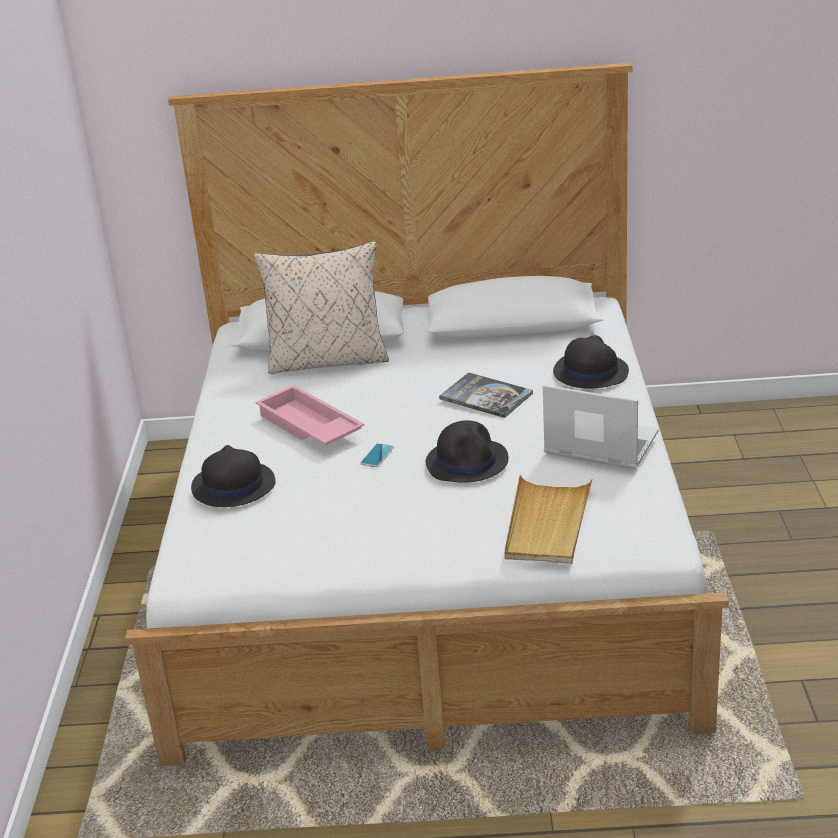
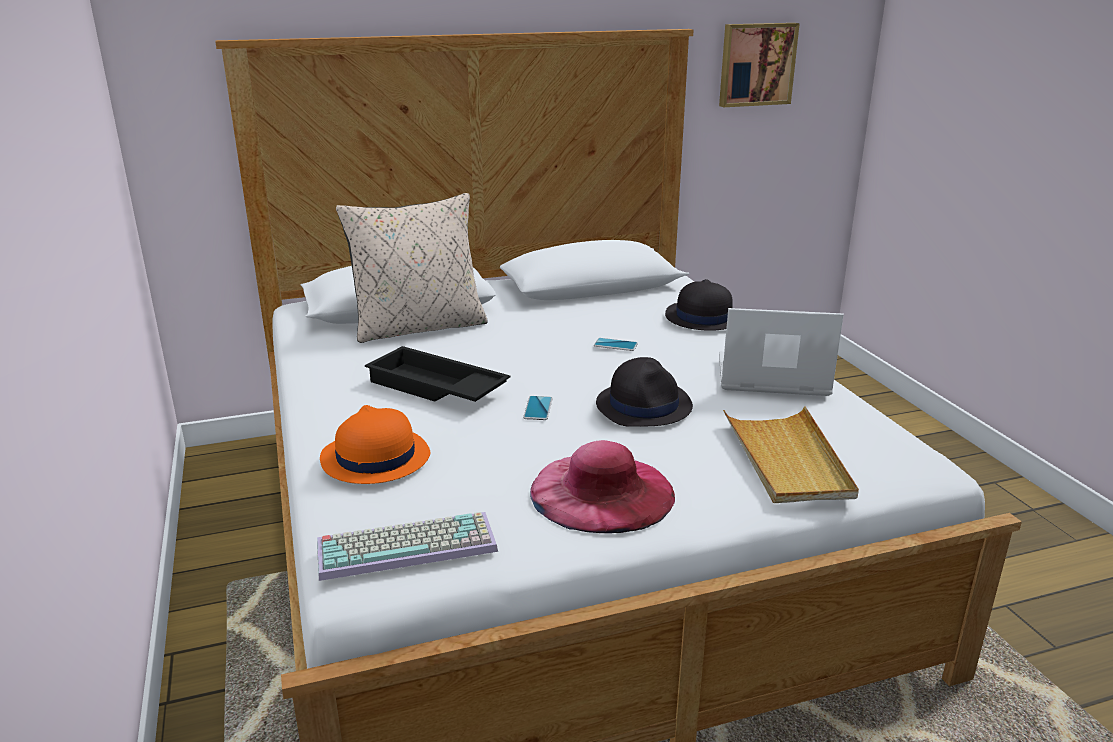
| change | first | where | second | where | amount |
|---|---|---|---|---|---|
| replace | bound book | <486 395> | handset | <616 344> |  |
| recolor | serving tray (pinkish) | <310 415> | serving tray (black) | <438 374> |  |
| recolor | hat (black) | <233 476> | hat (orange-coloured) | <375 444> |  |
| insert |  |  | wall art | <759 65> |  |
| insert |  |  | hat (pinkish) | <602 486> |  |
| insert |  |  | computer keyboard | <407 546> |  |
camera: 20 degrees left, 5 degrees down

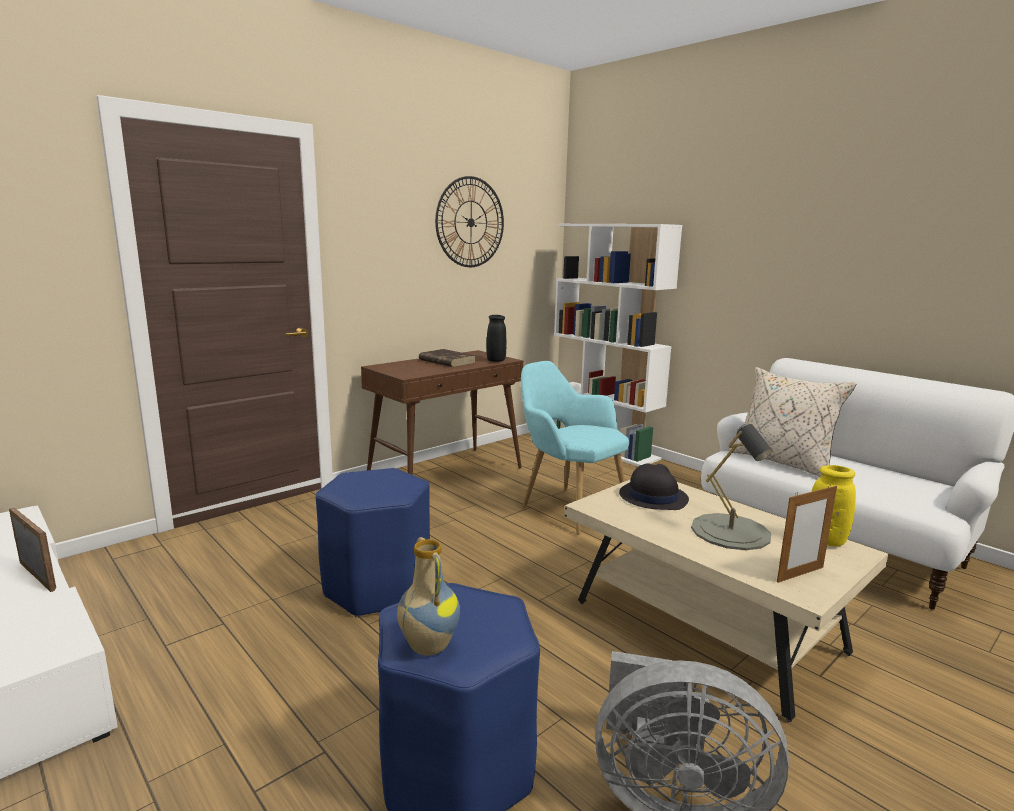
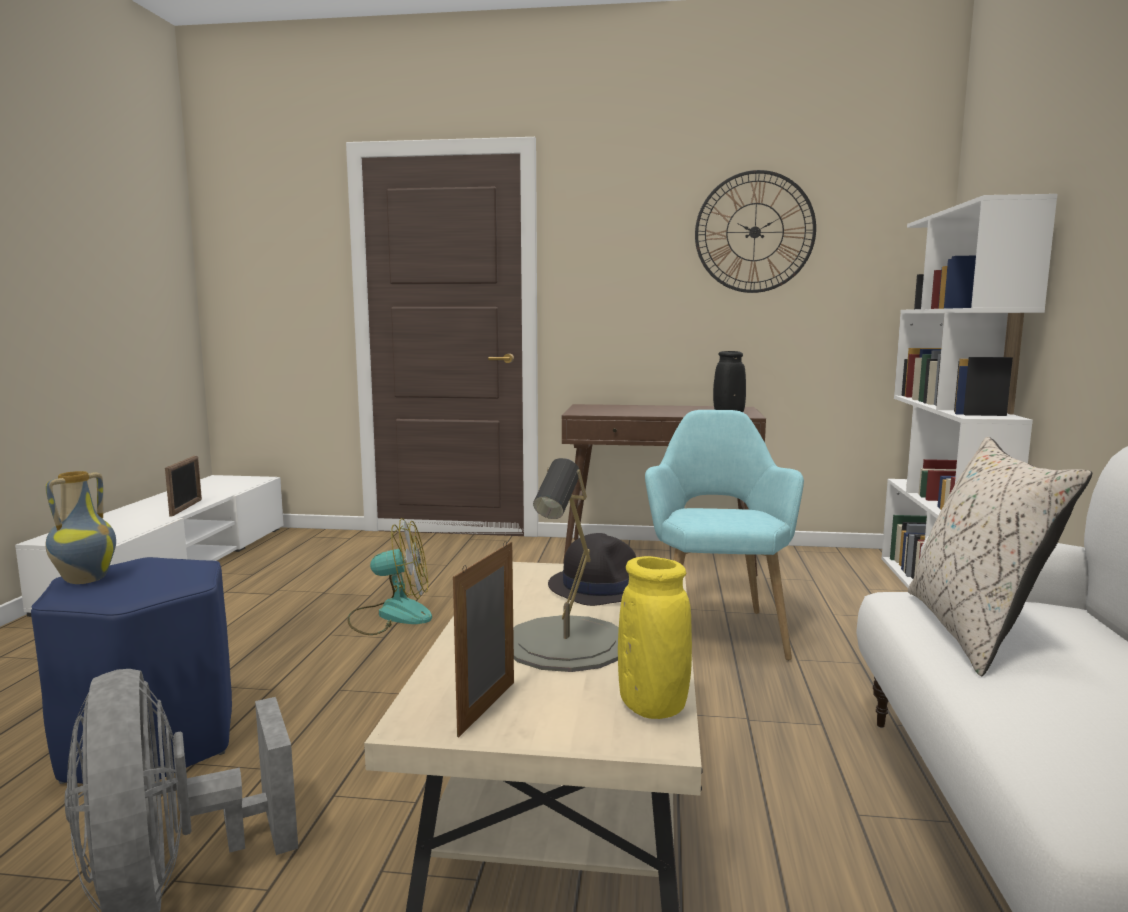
| change | first | where | second | where | amount |
|---|---|---|---|---|---|
| delete | bound book (brown-coloured) | <447 358> |  |  |  |
| replace | sitting stool (blue-coloured) | <373 543> | cooling fan | <389 576> |  |
| rotate | picture frame | <807 533> |  | <483 639> | 90 degrees clockwise |
camera: 50 degrees right, 5 degrees down

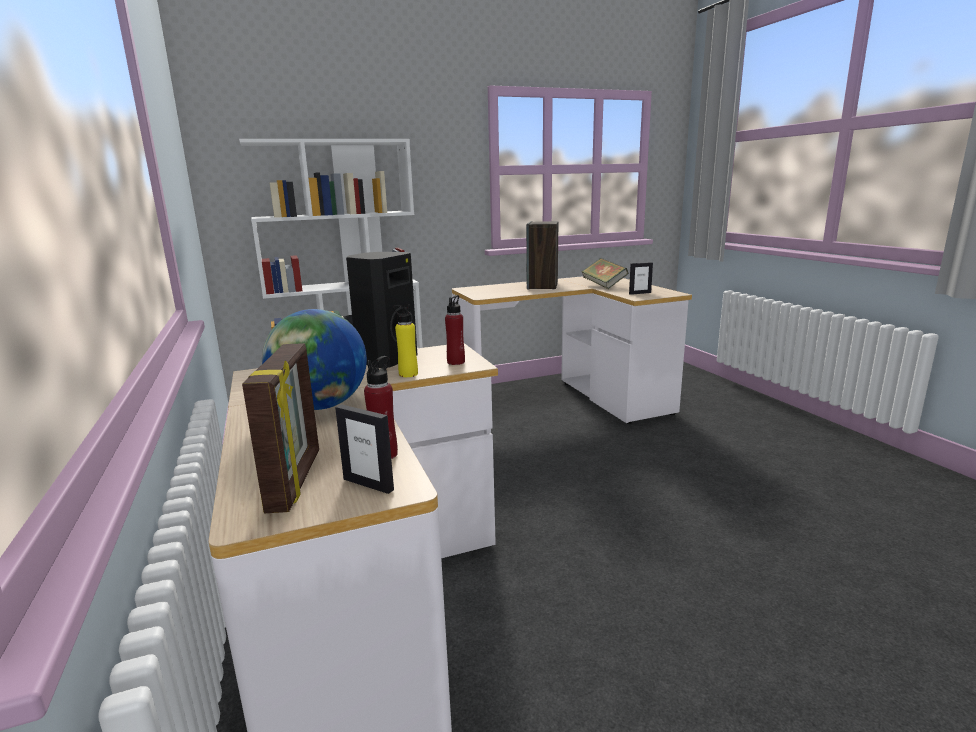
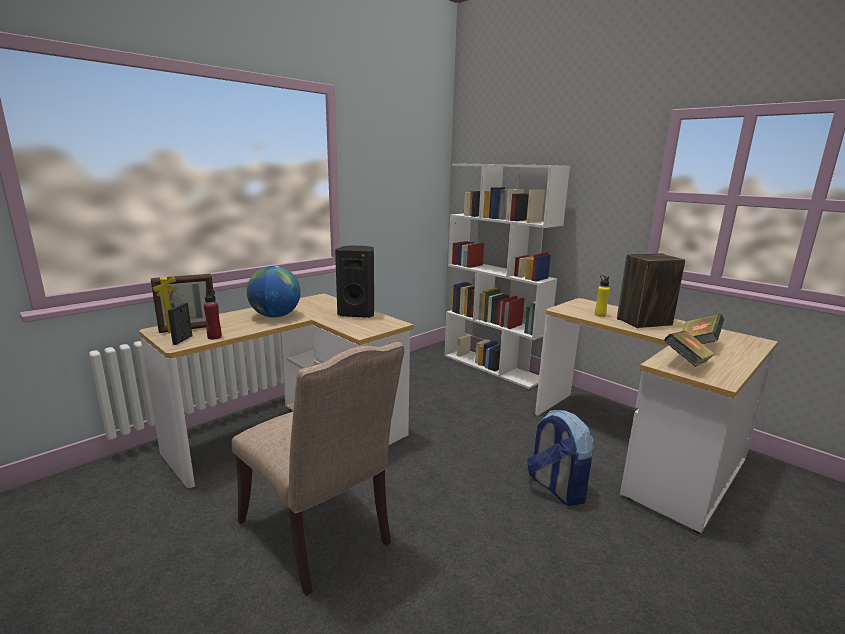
| change | first | where | second | where | amount |
|---|---|---|---|---|---|
| replace | picture frame | <641 278> | bound book | <689 349> |  |
| delete | drink bottle (red) | <455 330> |  |  |  |
| move | drink bottle (yellow) | <405 341> |  | <602 296> |  |
| insert |  |  | chair (beige) | <318 469> |  |
| insert |  |  | rucksack | <560 458> |  |
camera: 65 degrees right, 0 degrees up

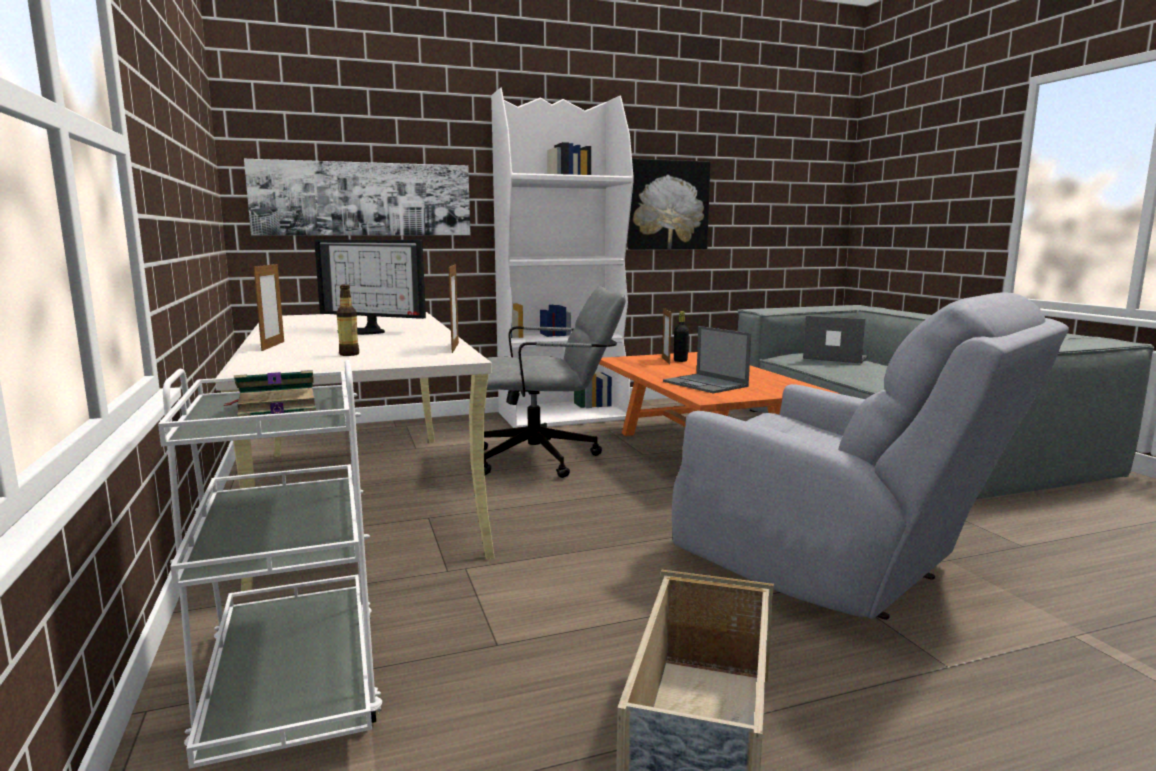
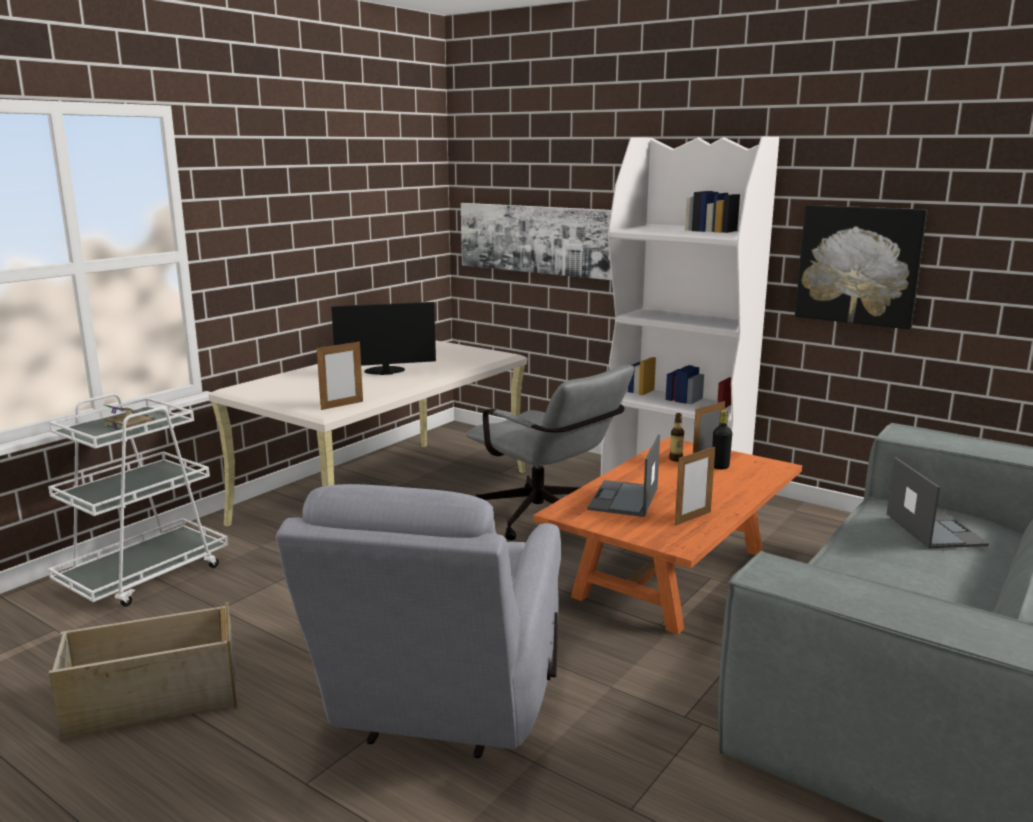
| change | first | where | second | where | amount |
|---|---|---|---|---|---|
| rotate | monitor | <370 287> |  | <383 338> | 90 degrees clockwise |
| move | picture frame | <269 306> |  | <695 486> |  |
| move | drink bottle | <347 320> |  | <676 437> |  |
camera: 55 degrees right, 5 degrees up

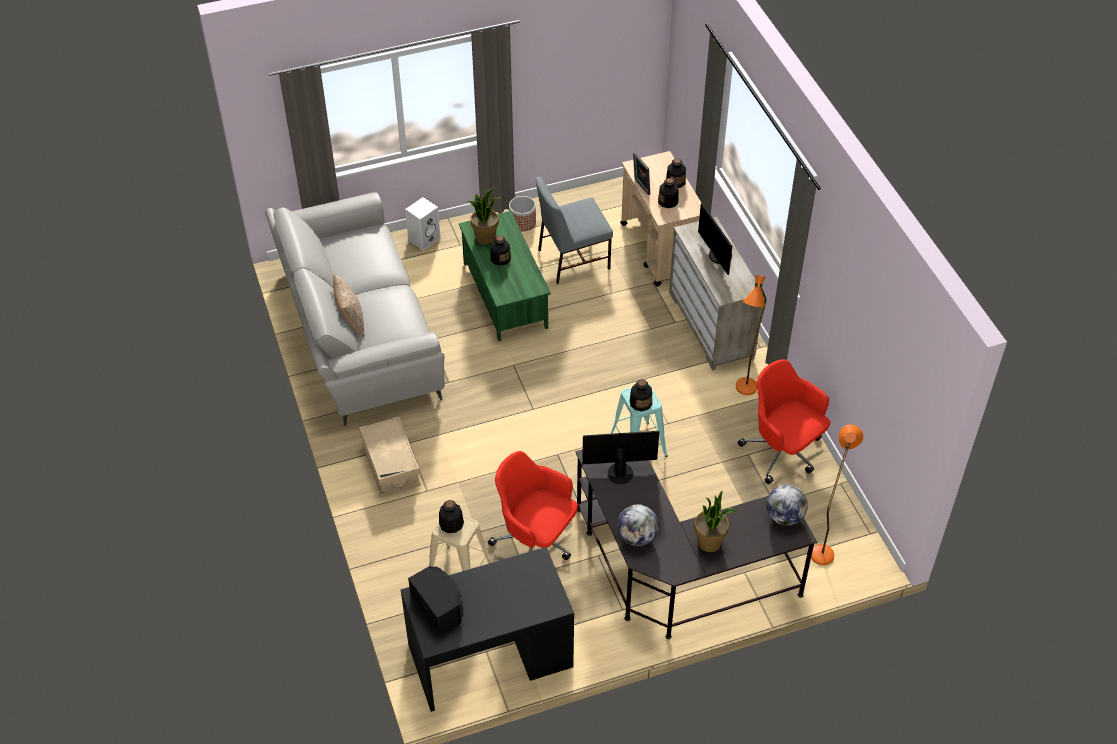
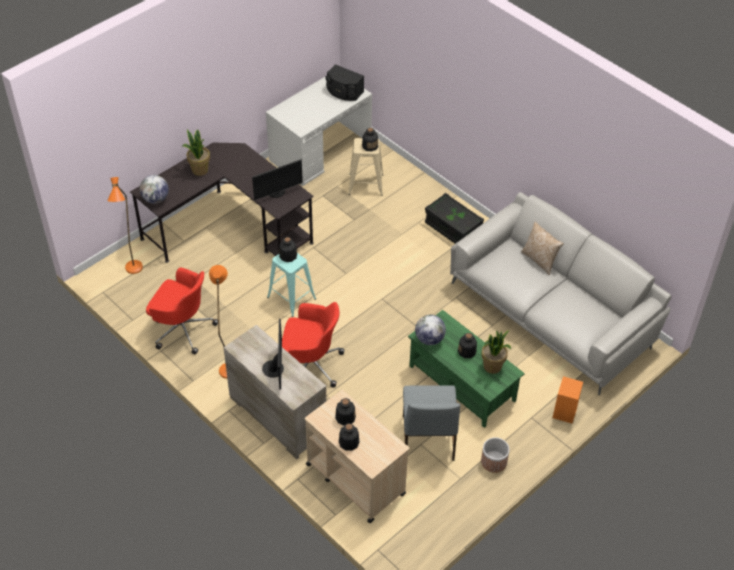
| change | first | where | second | where | amount |
|---|---|---|---|---|---|
| delete | picture frame | <641 174> |  |  |  |
| rotate | chair (grey) | <574 230> |  | <431 423> | 135 degrees clockwise |
| recolor | speaker (white) | <423 224> | speaker (orange-coloured) | <568 399> |  |
| rotate | monitor | <715 239> |  | <273 353> | 45 degrees clockwise |
| recolor | storage container (beige) | <389 456> | storage container (black) | <454 218> |  |
| move | office chair (red) | <533 505> |  | <313 345> |  |
| move | desk globe | <638 525> |  | <430 330> |  |
| recolor | desk (black) | <487 629> | desk (white) | <319 131> |  |
camera: 155 degrees right, 0 degrees up

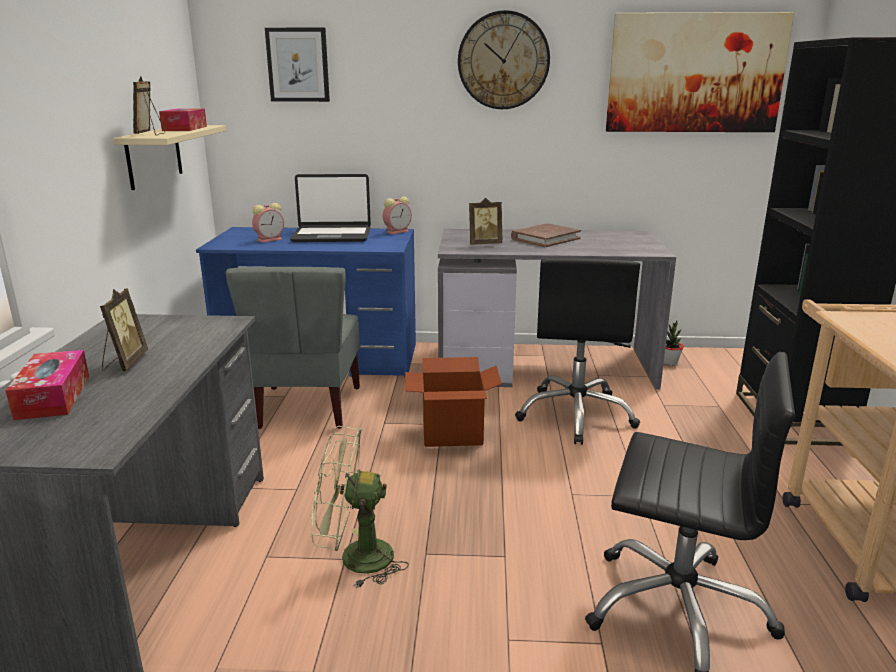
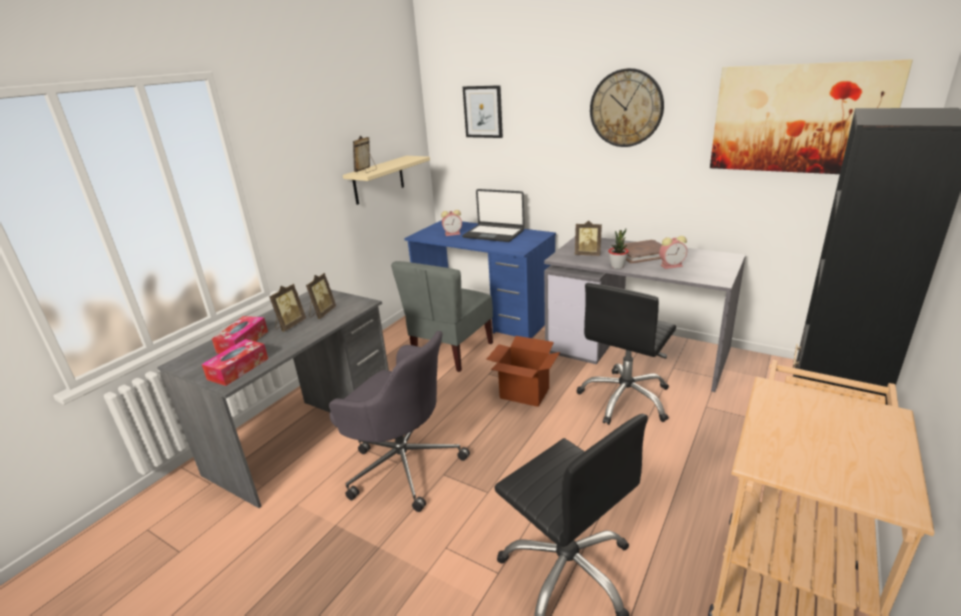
| change | first | where | second | where | amount |
|---|---|---|---|---|---|
| move | tissue box | <183 119> |  | <235 362> |  |
| move | alarm clock | <397 215> |  | <673 252> |  |
| move | potted plant | <674 342> |  | <618 249> |  |
| replace | cooling fan (greenish) | <360 507> | office chair (grey) | <399 421> |  |
| insert |  |  | picture frame | <321 296> |  |
camera: 30 degrees right, 5 degrees up

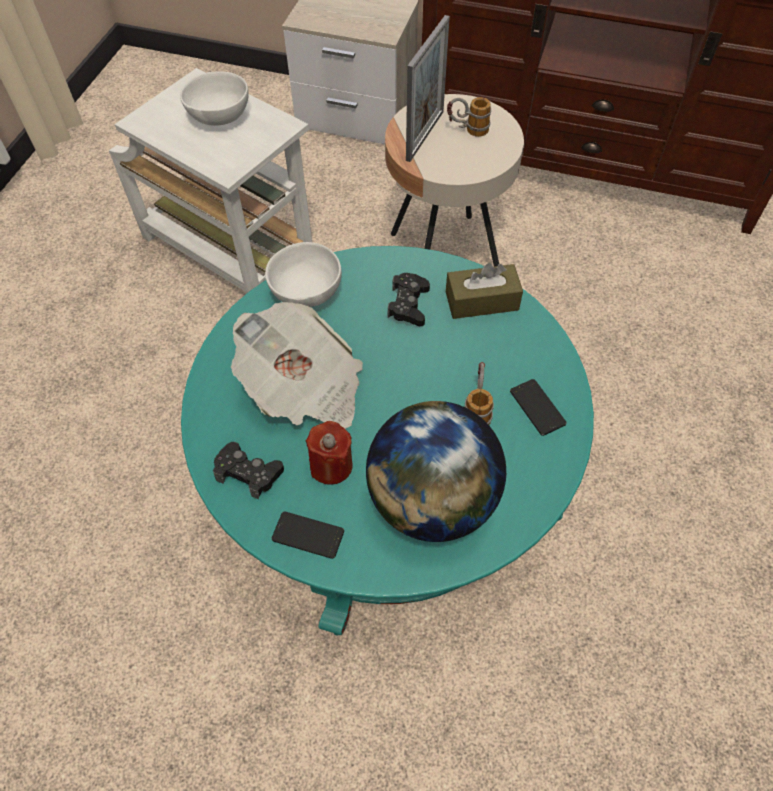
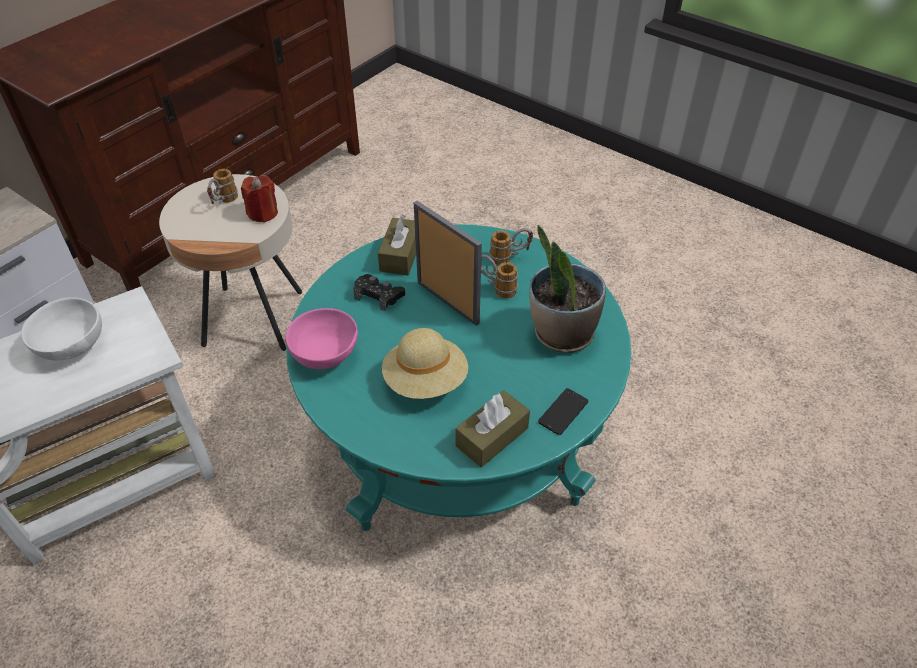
| change | first | where | second | where | amount |
|---|---|---|---|---|---|
| move | picture frame | <428 88> |  | <448 263> |  |
| recolor | bowl (white) | <303 274> | bowl (pinkish) | <322 338> |  |
| replace | printed paper | <297 365> | hat (beige) | <425 363> |  |
| replace | handset | <538 407> | mug | <511 246> |  |
| replace | desk globe | <436 471> | potted plant | <567 289> |  |
| move | wax candle (red) | <329 453> |  | <259 199> |  |
| replace | joypad (black) | <248 470> | tissue box (brown-coloured) | <492 429> |  |
camera: 70 degrees left, 10 degrees down

